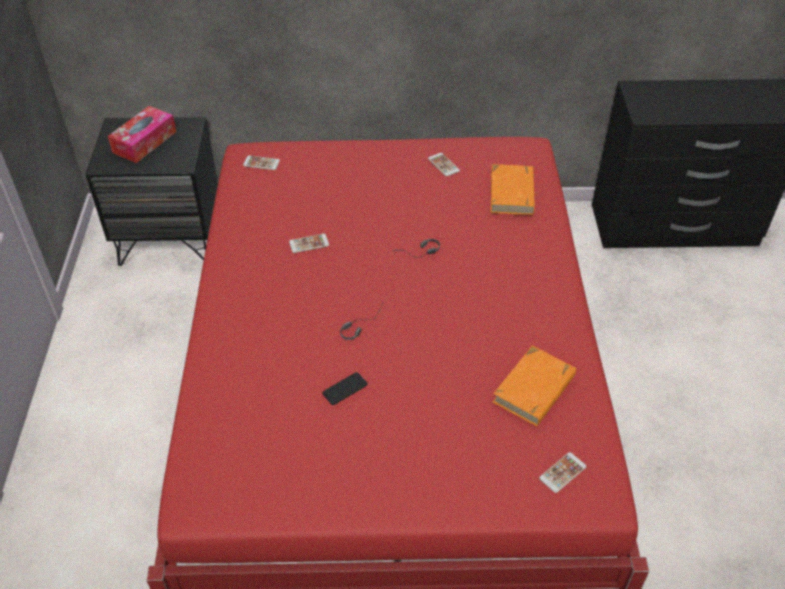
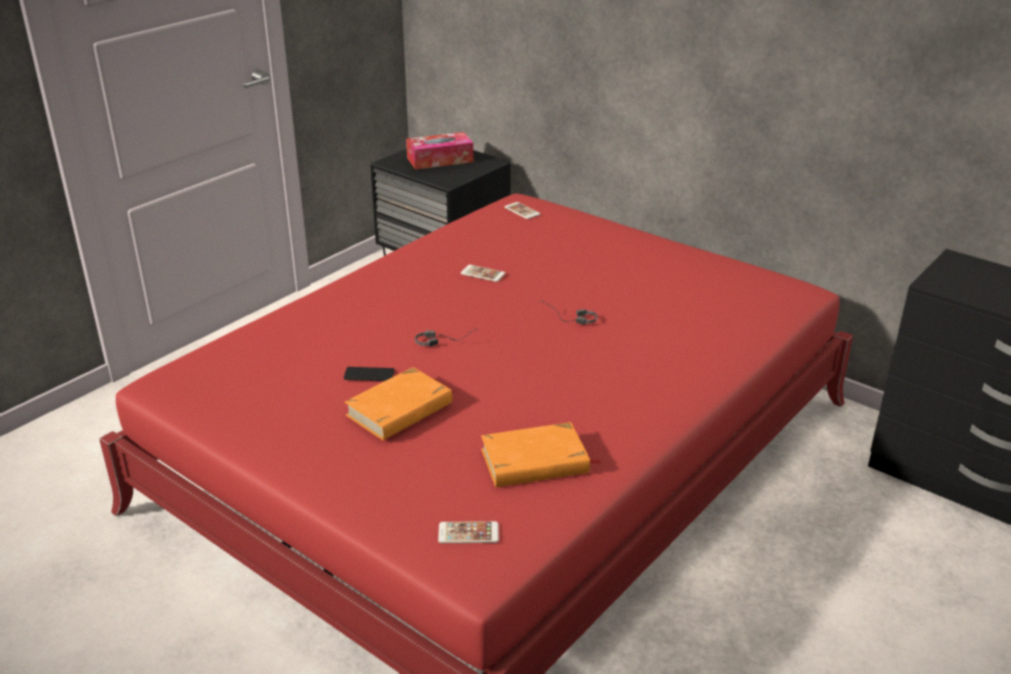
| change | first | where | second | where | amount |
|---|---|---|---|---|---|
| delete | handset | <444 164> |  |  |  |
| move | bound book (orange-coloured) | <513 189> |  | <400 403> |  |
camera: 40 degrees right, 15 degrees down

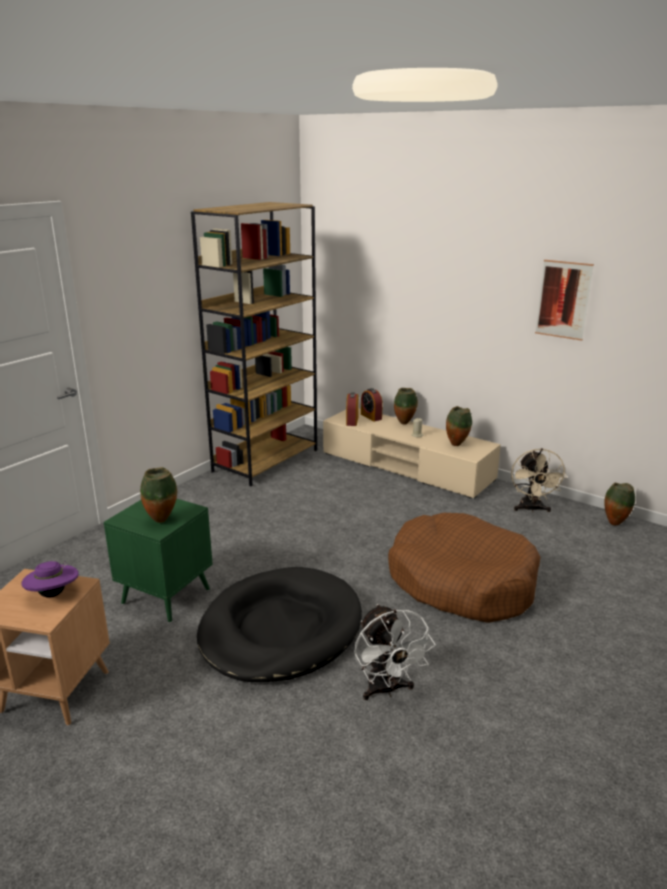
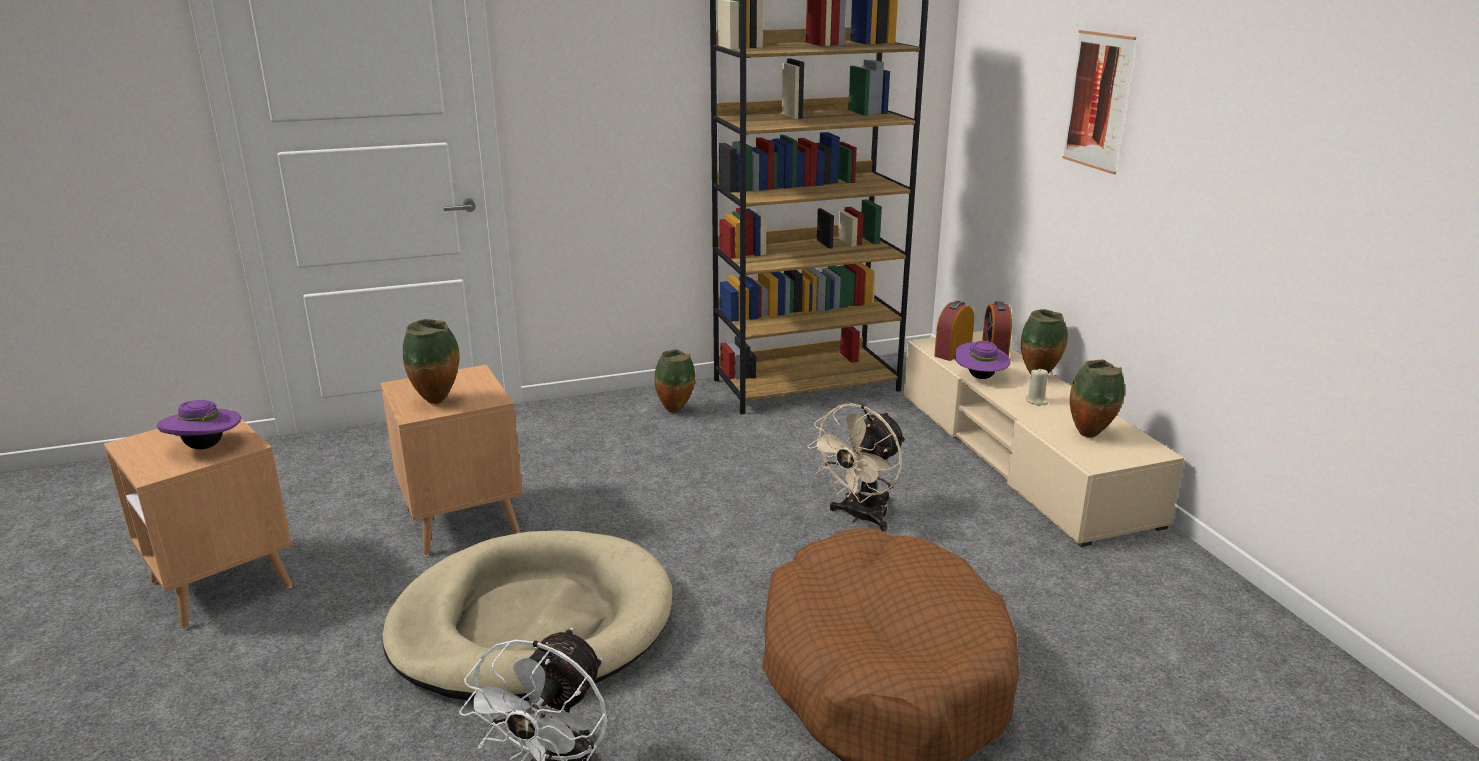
| change | first | where | second | where | amount |
|---|---|---|---|---|---|
| move | wall art | <564 300> |  | <1099 102> |  |
| move | cooling fan (beige) | <539 480> |  | <857 467> |  |
| move | decorative vase | <619 503> |  | <675 381> |  |
| recolor | accent table (greenish) | <158 561> | accent table (brown-coloured) | <452 460> |  |
| recolor | pet bed (black) | <279 624> | pet bed (beige) | <527 616> |  |
| insert |  |  | hat (purple-coloured) | <982 360> |  |
camera: 35 degrees right, 0 degrees up

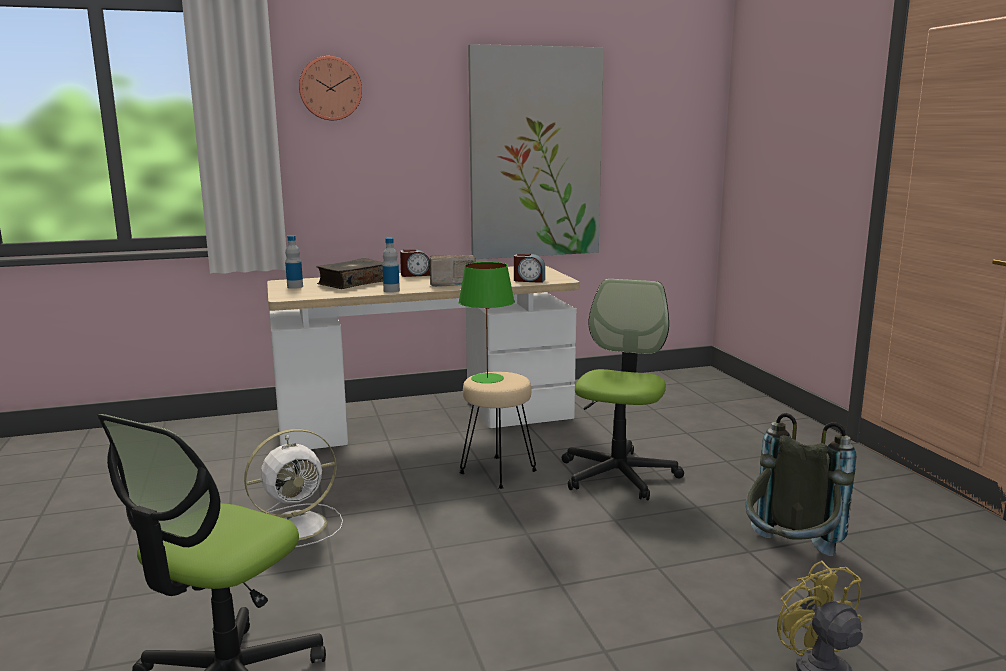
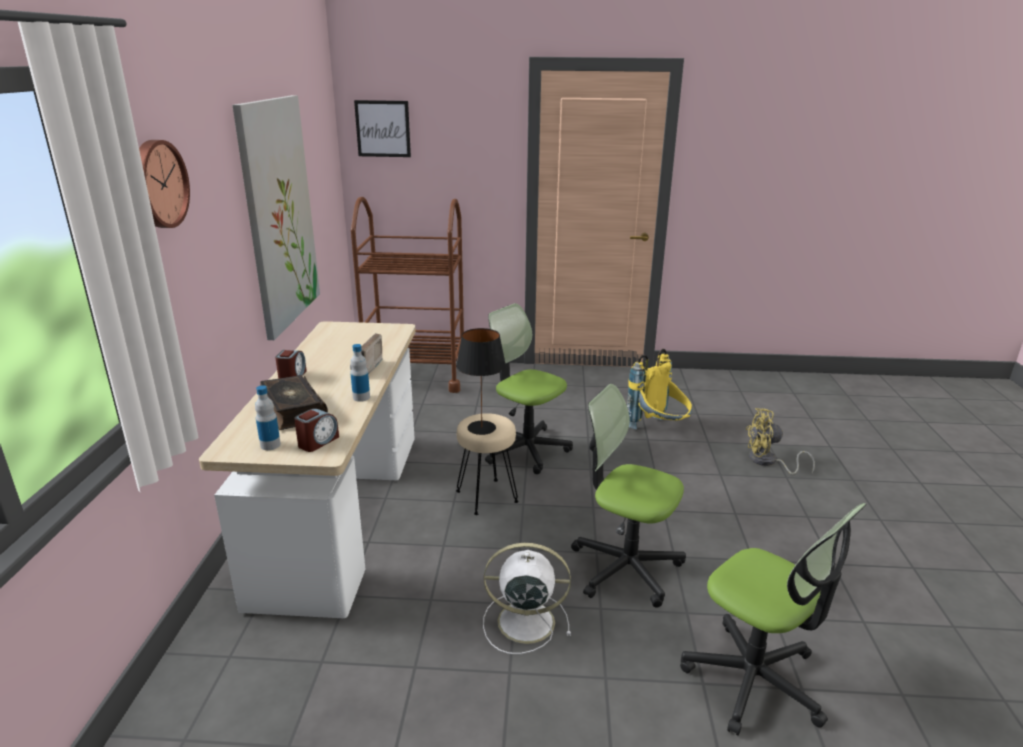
| change | first | where | second | where | amount |
|---|---|---|---|---|---|
| move | alarm clock | <529 268> |  | <316 430> |  |
| recolor | tabletop lamp (greenish) | <486 322> | tabletop lamp (black) | <481 381> |  |
| recolor | rucksack (grey) | <801 484> | rucksack (yellow) | <659 389> |  |
| rotate | cooling fan (white) | <293 488> |  | <527 598> | 75 degrees counterclockwise |
| insert |  |  | wall art | <382 128> |  |
| insert |  |  | wheeled cart (brown-coloured) | <407 295> |  |
| insert |  |  | office chair | <628 495> |  |
camera: 70 degrees left, 10 degrees up

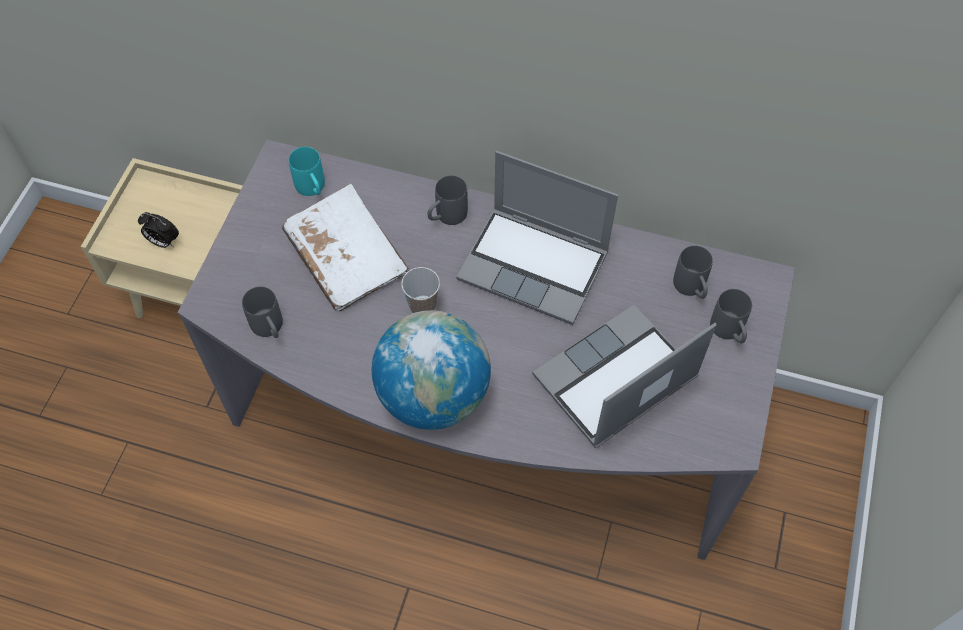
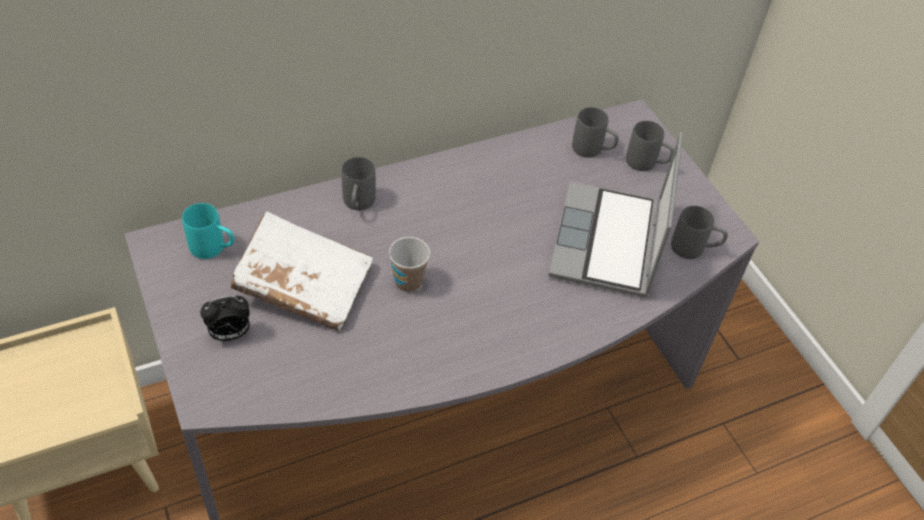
| change | first | where | second | where | amount |
|---|---|---|---|---|---|
| delete | notebook computer | <537 238> |  |  |  |
| move | alarm clock | <158 230> |  | <225 318> |  |
| move | mug (grey) | <262 312> |  | <699 232> |  |
| delete | desk globe | <431 370> |  |  |  |
camera: 45 degrees left, 10 degrees down

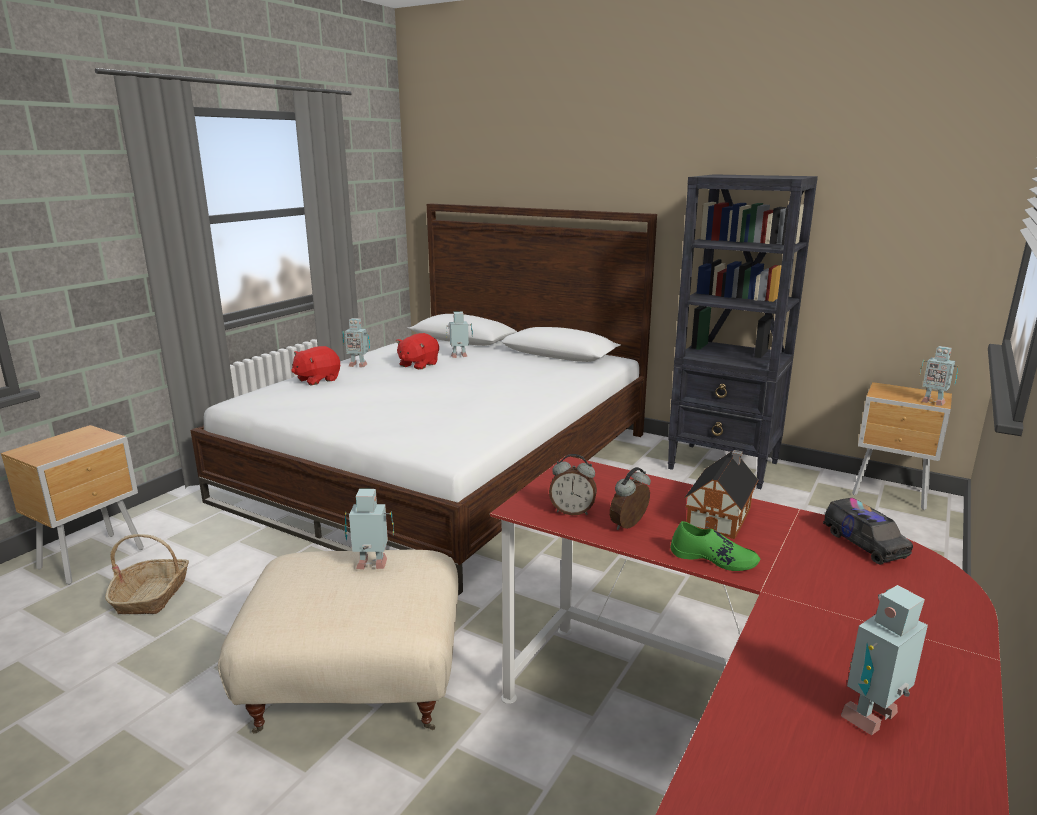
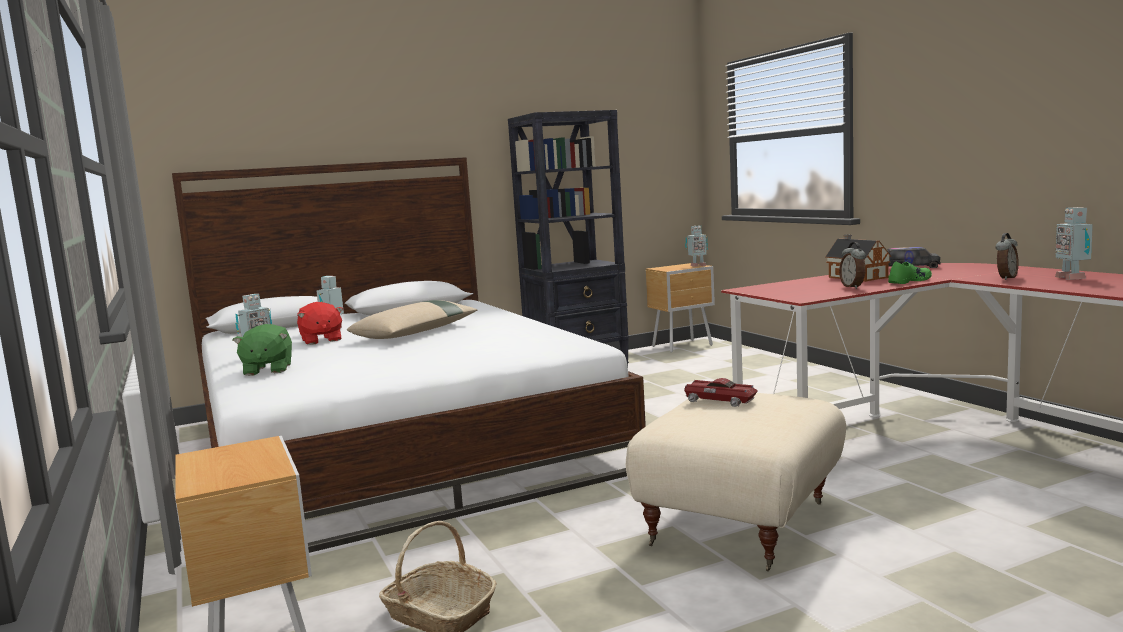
| change | first | where | second | where | amount |
|---|---|---|---|---|---|
| recolor | plush toy (red) | <315 365> | plush toy (greenish) | <262 350> |  |
| move | alarm clock | <573 484> |  | <1007 256> |  |
| replace | model robot | <369 529> | model car | <721 392> |  |
| insert |  |  | cushion (beige) | <412 319> |  |
camera: 55 degrees left, 10 degrees down

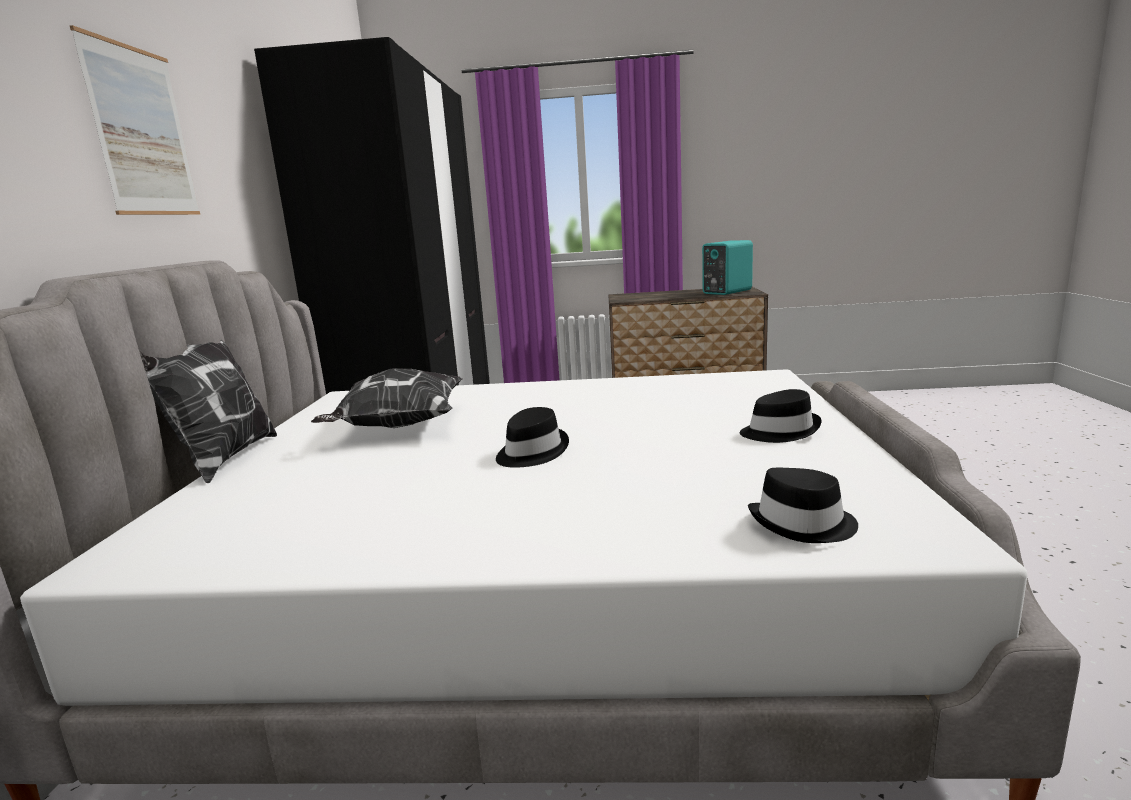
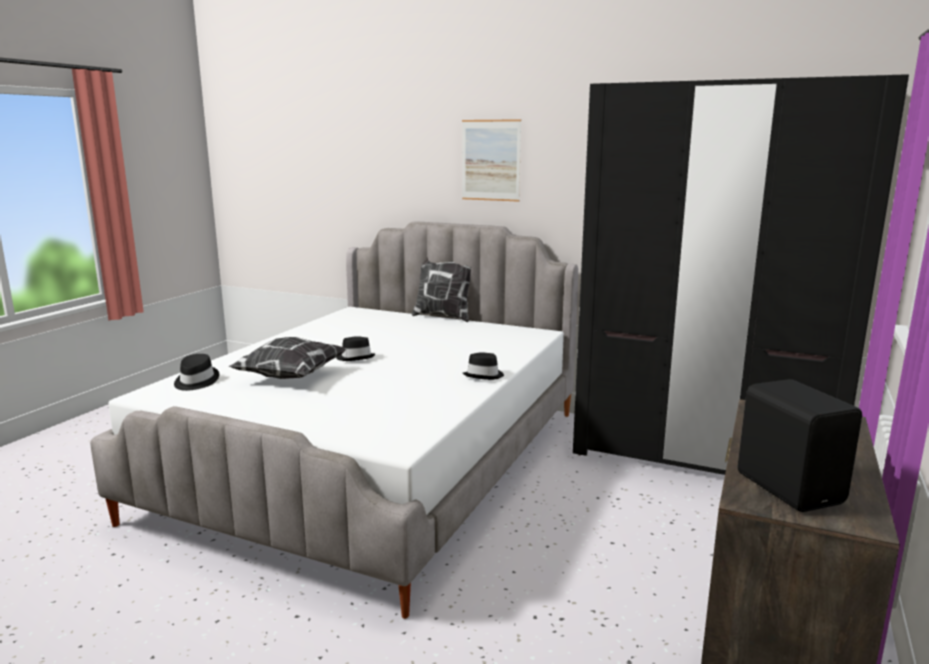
| change | first | where | second | where | amount |
|---|---|---|---|---|---|
| recolor | speaker (turquoise-coloured) | <727 267> | speaker (black) | <800 445> |  |
| move | cushion | <387 398> |  | <287 358> |  |
| move | hat (black) | <781 416> |  | <483 366> |  |
camera: 110 degrees right, 0 degrees up

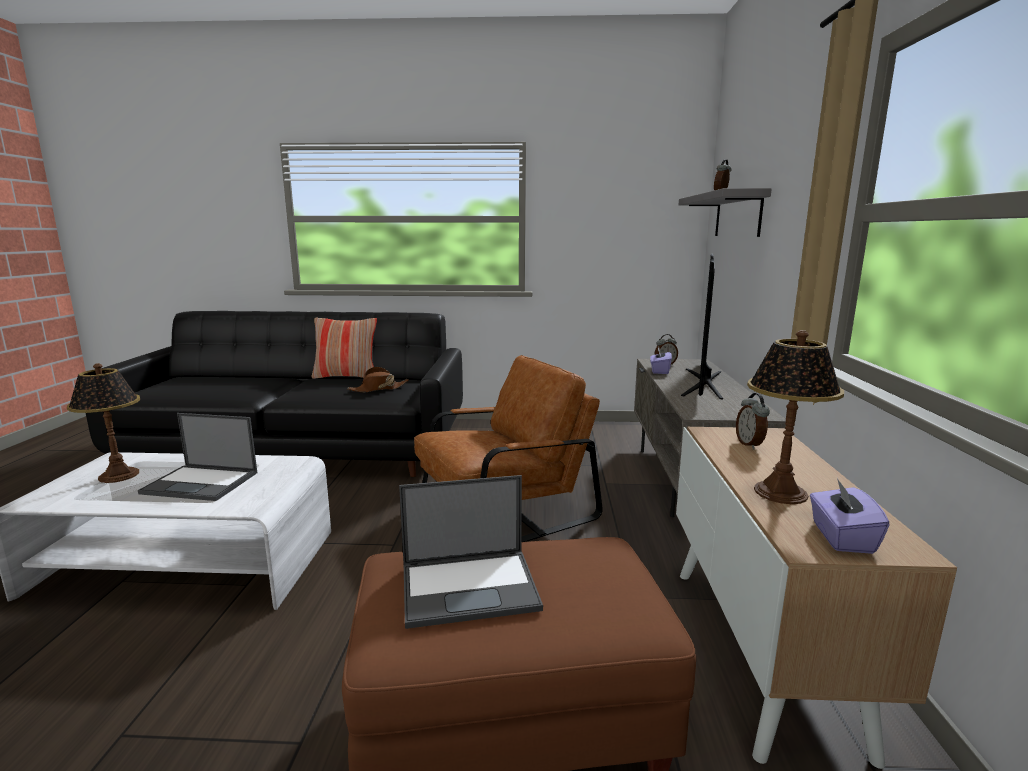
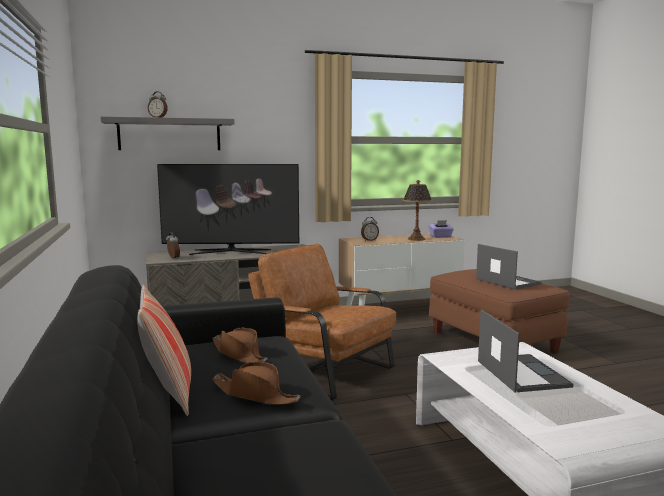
| change | first | where | second | where | amount |
|---|---|---|---|---|---|
| delete | tissue box (purple-coloured) | <661 360> |  |  |  |
| delete | tabletop lamp | <103 423> |  |  |  |
| insert |  |  | hat (brown-coloured) | <256 383> |  |
camera: 110 degrees left, 5 degrees down

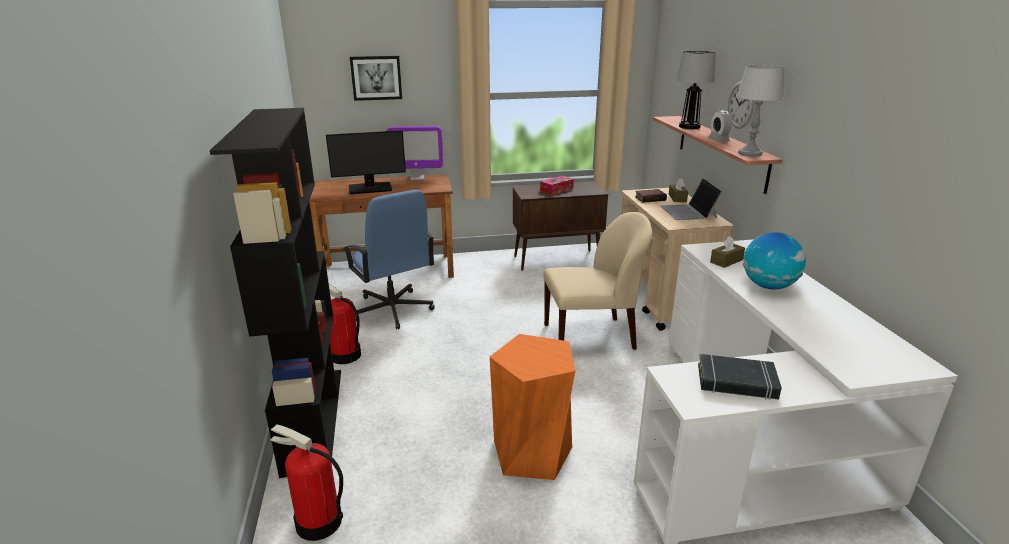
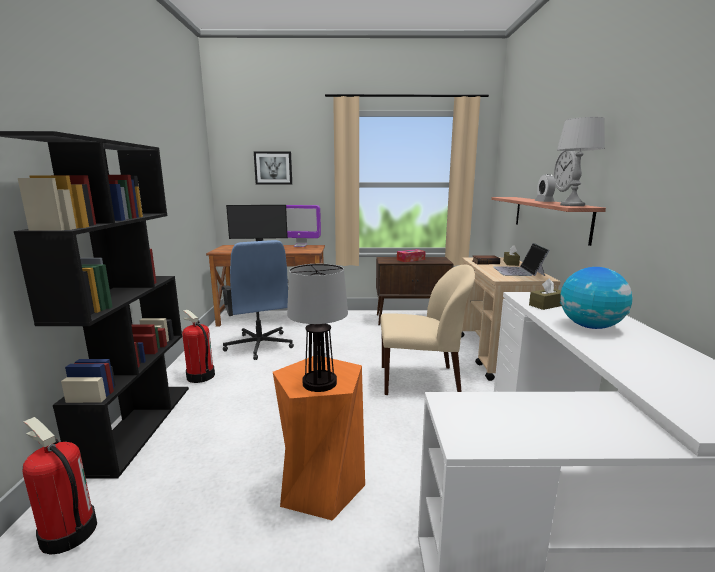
| change | first | where | second | where | amount |
|---|---|---|---|---|---|
| move | tabletop lamp | <696 90> |  | <317 328> |  |
| delete | bound book (black) | <740 377> |  |  |  |
camera: 10 degrees right, 10 degrees down

